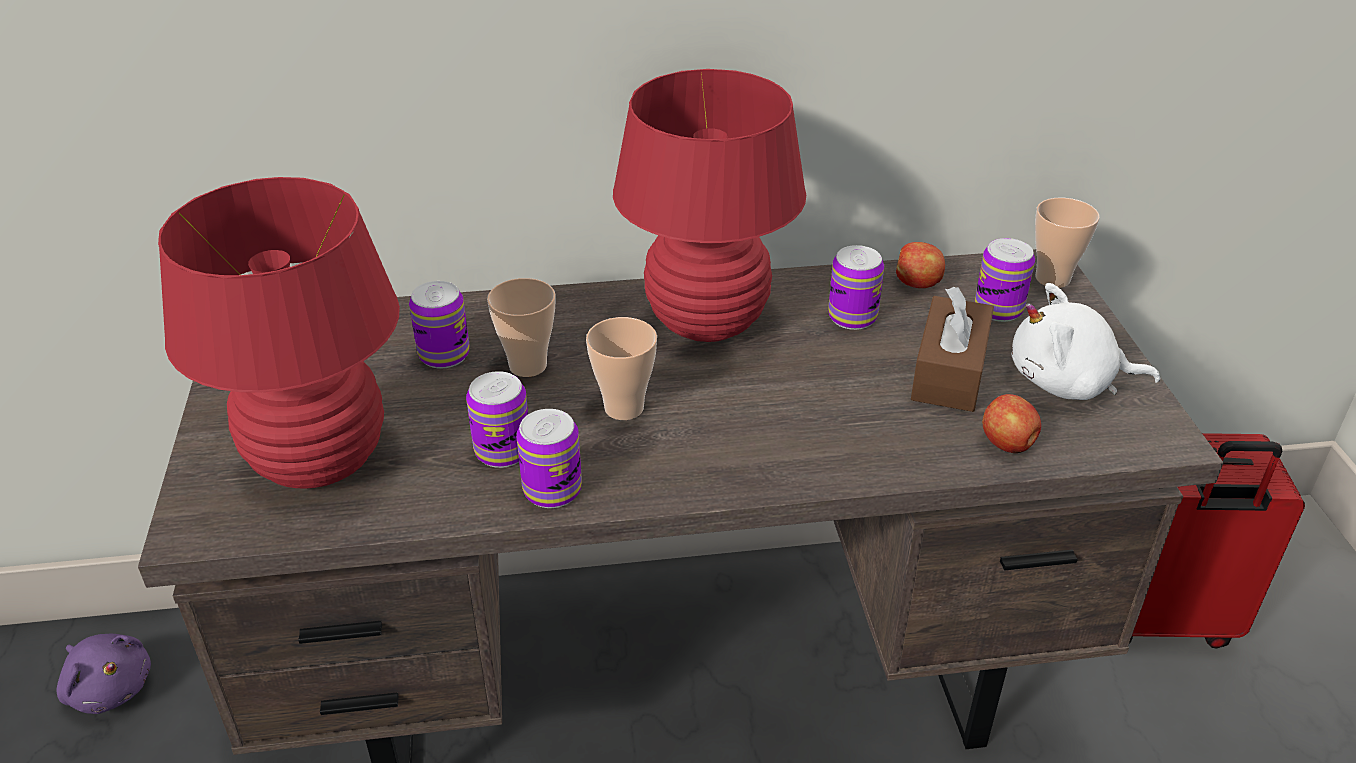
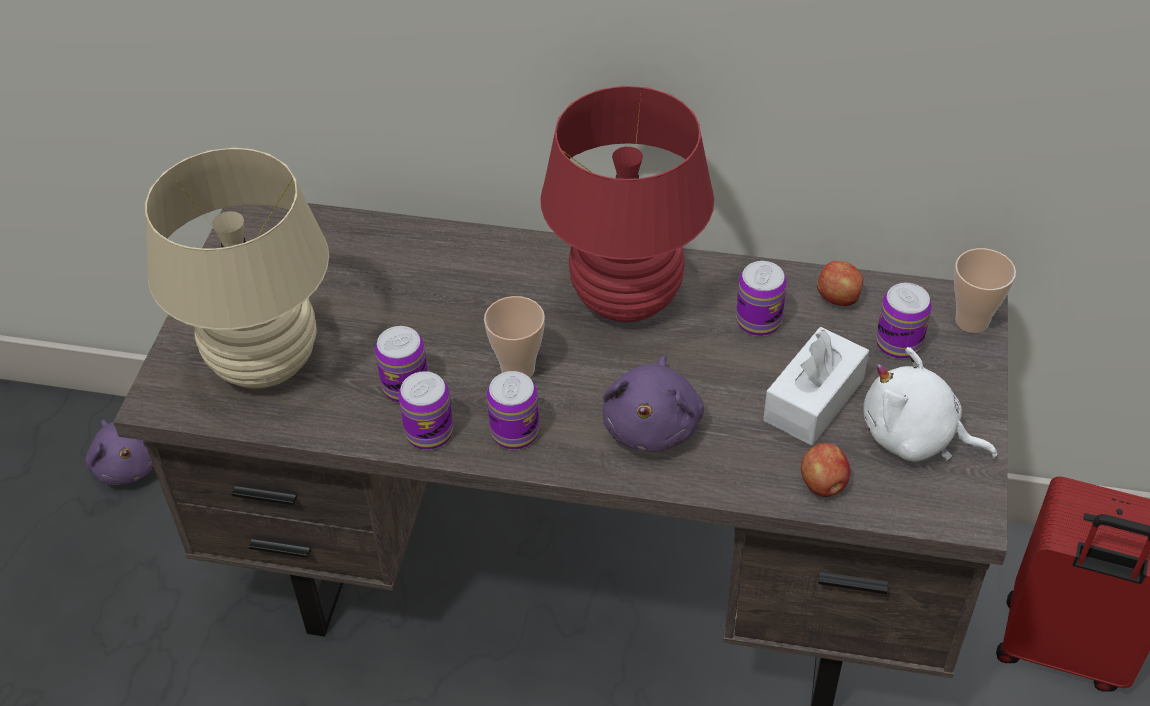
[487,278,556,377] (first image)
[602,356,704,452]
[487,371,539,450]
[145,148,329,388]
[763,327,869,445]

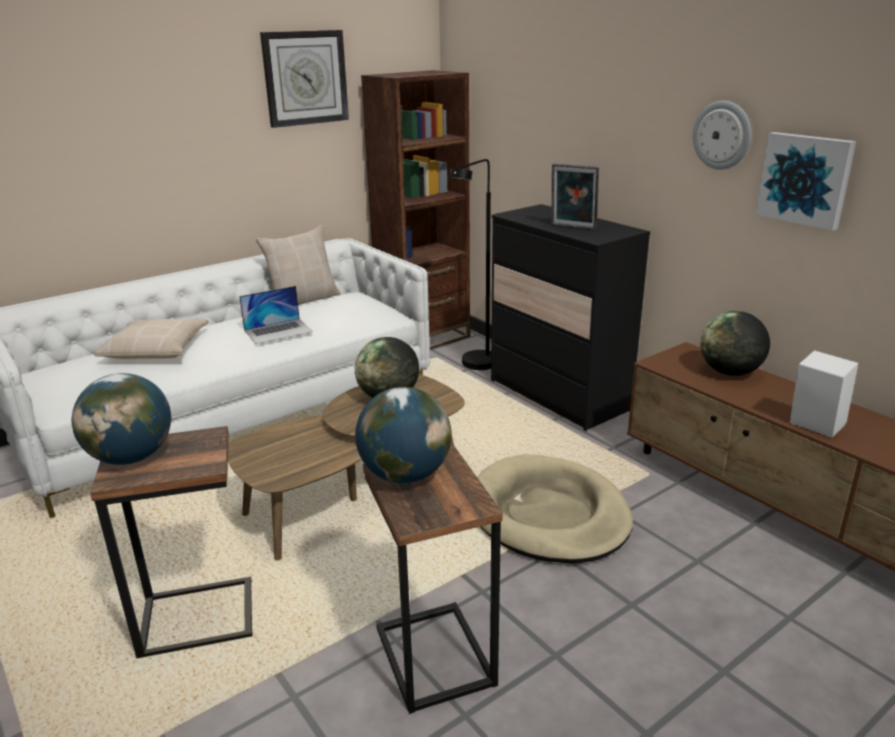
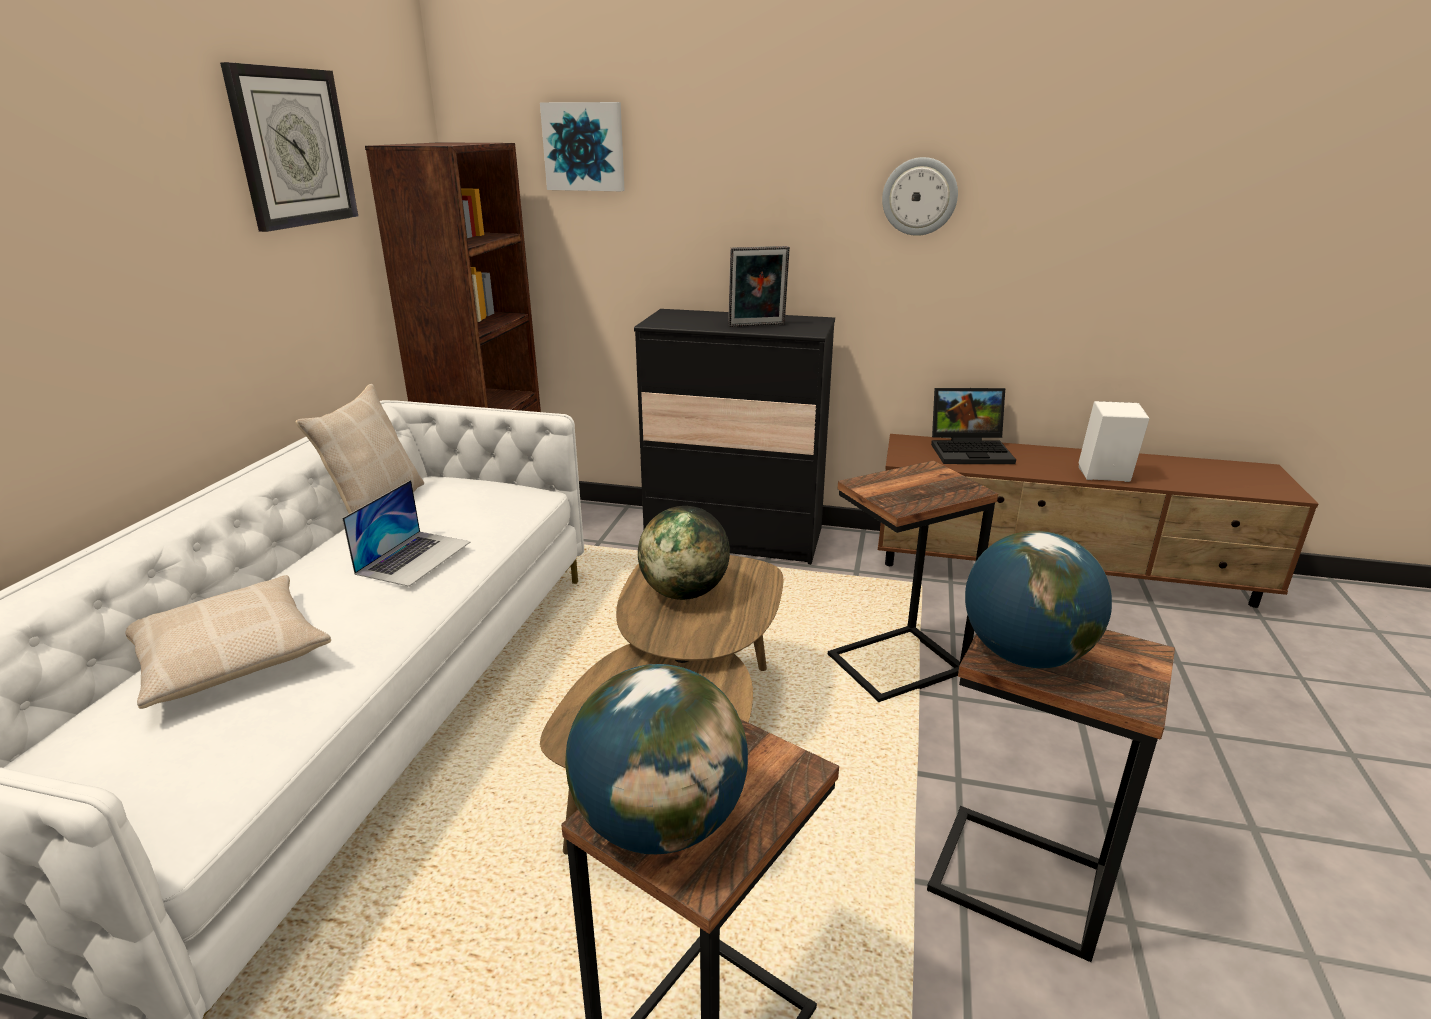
[449,159,491,370] (first image)
[540,102,625,191]
[828,461,998,702]
[931,388,1016,464]

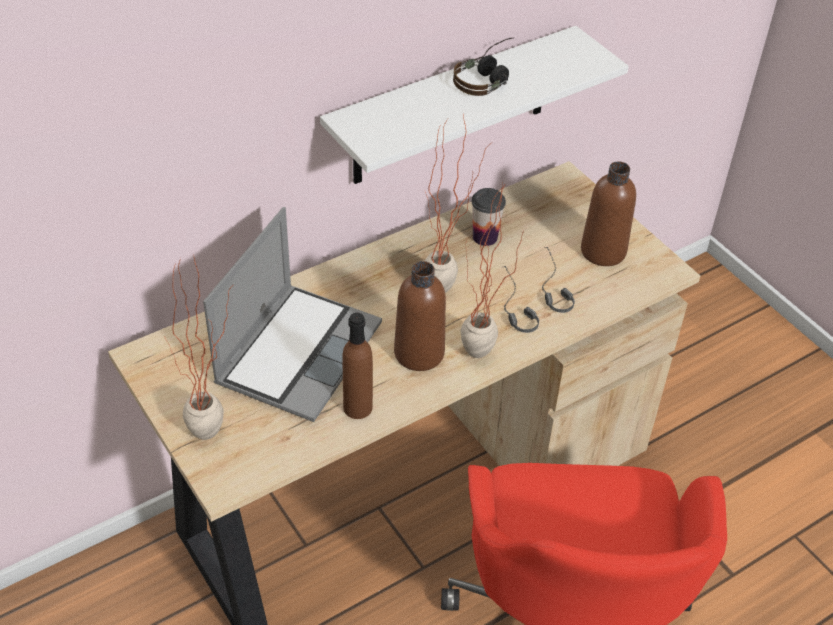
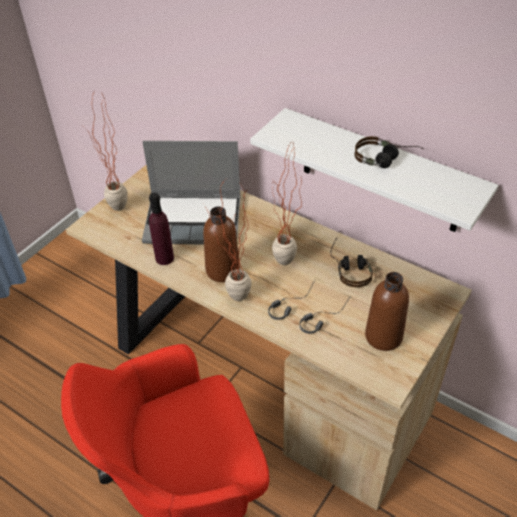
[330,238,373,287]
[149,193,174,265]

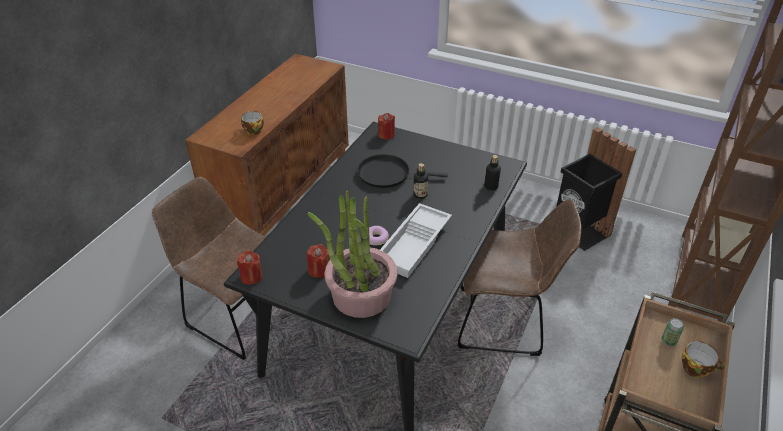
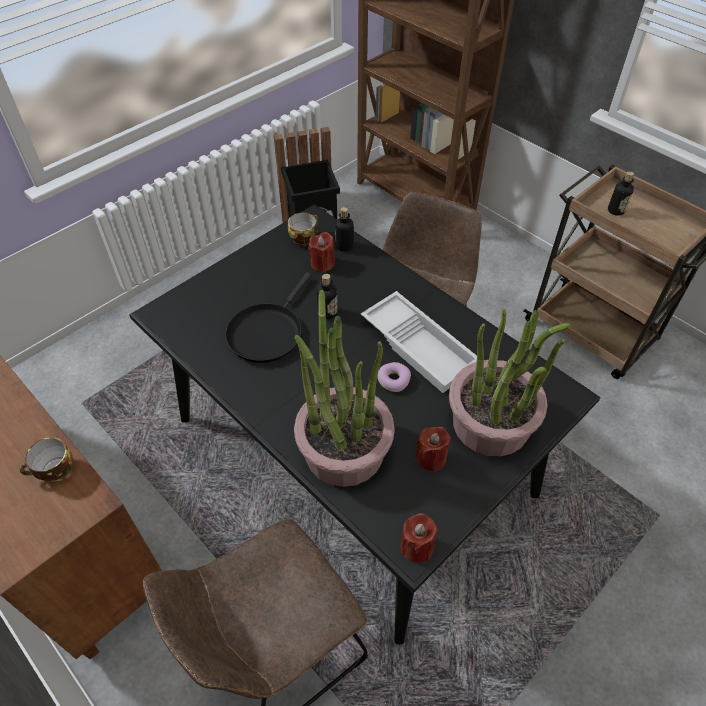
[294,289,395,487]
[308,232,335,272]
[288,212,318,246]
[608,171,634,216]

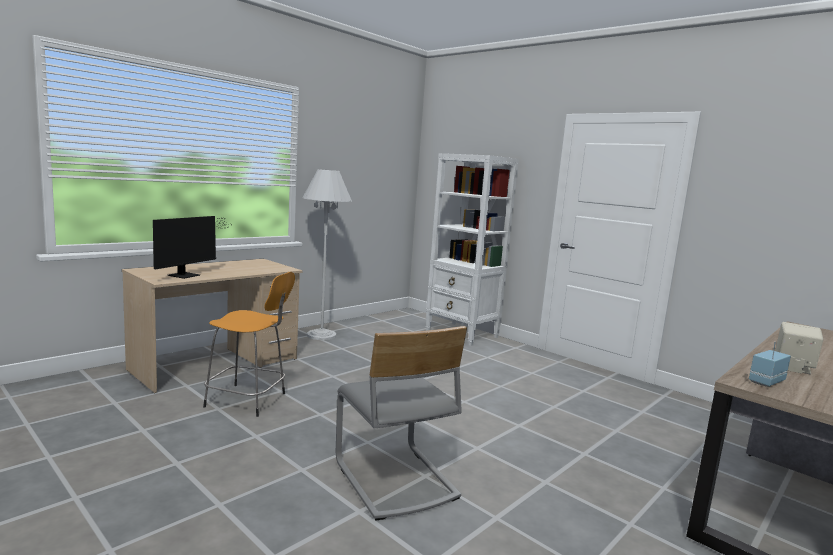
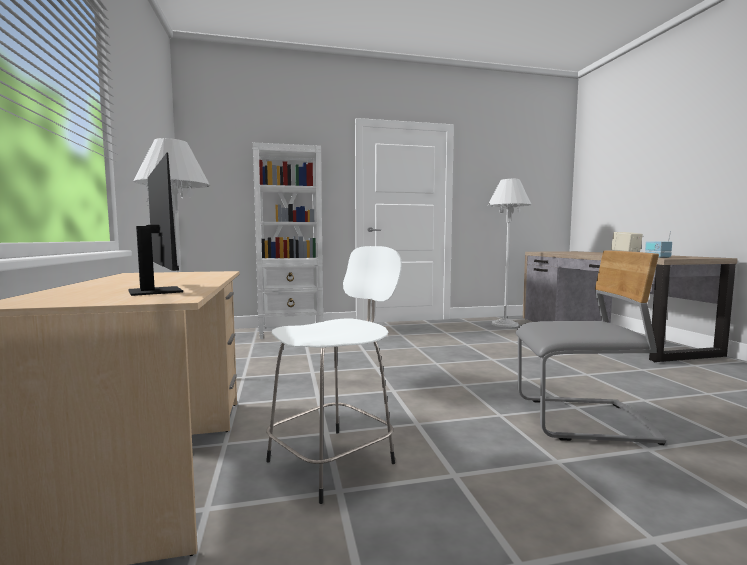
[487,179,532,327]
[266,246,402,504]

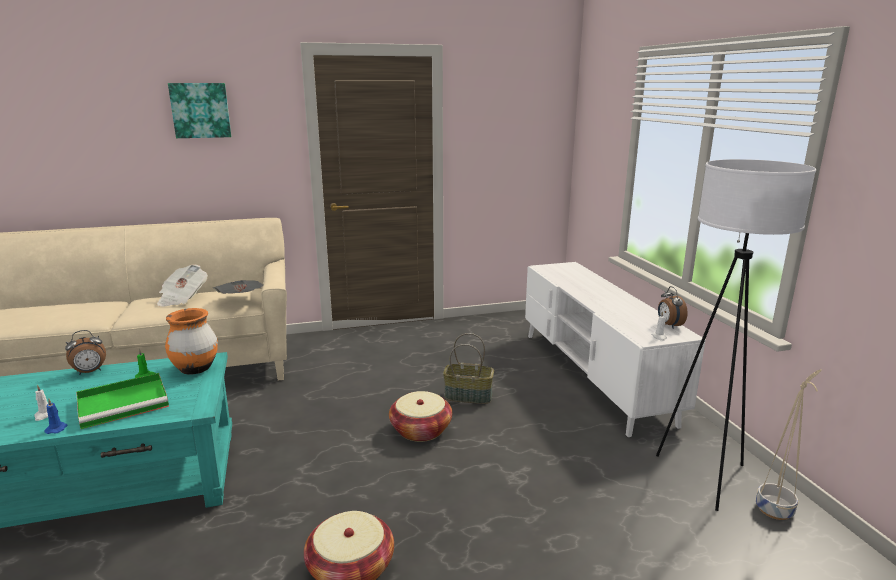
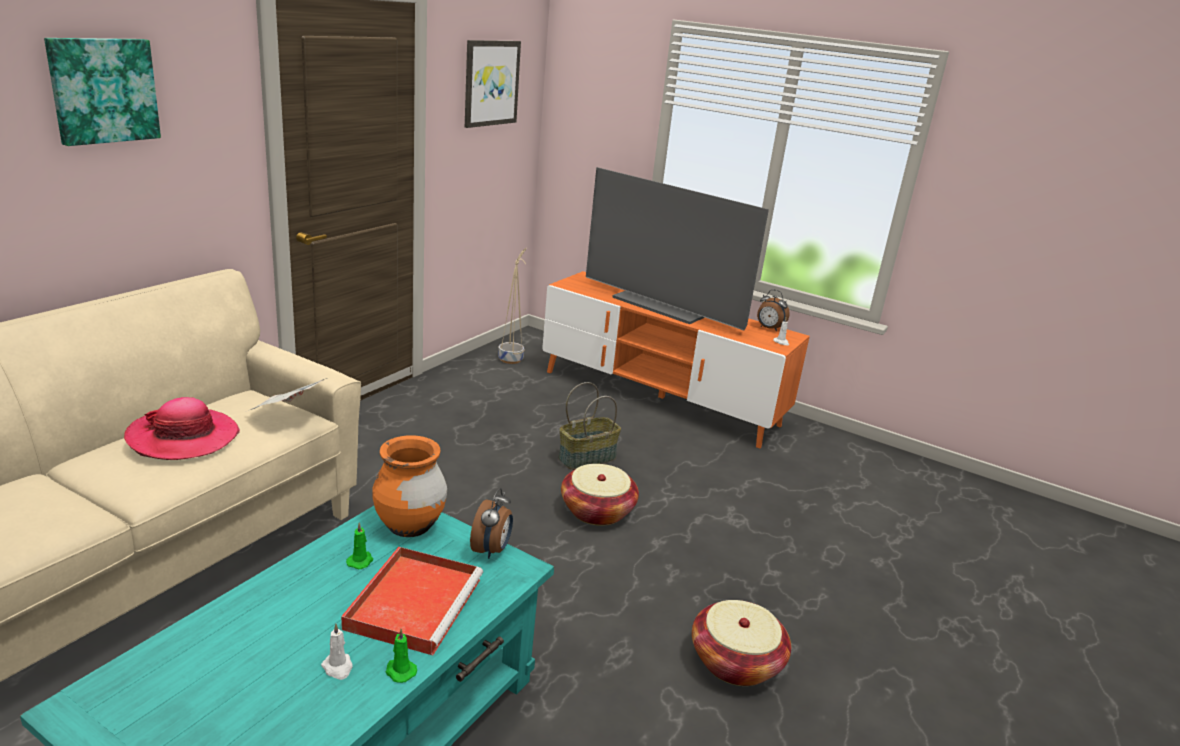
[656,159,816,511] (first image)
[465,40,521,128]
[586,167,769,331]
[470,488,513,559]
[498,248,527,364]
[124,397,240,460]
[385,629,417,683]
[341,547,483,655]
[542,271,810,449]

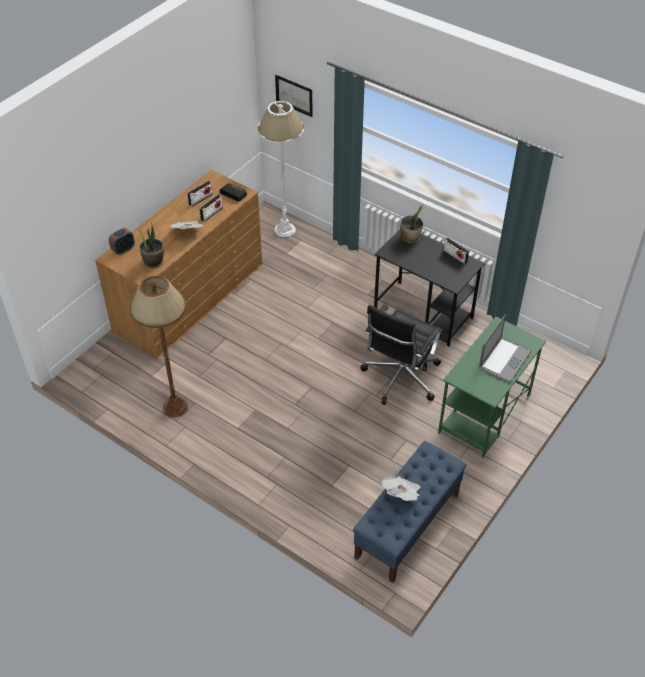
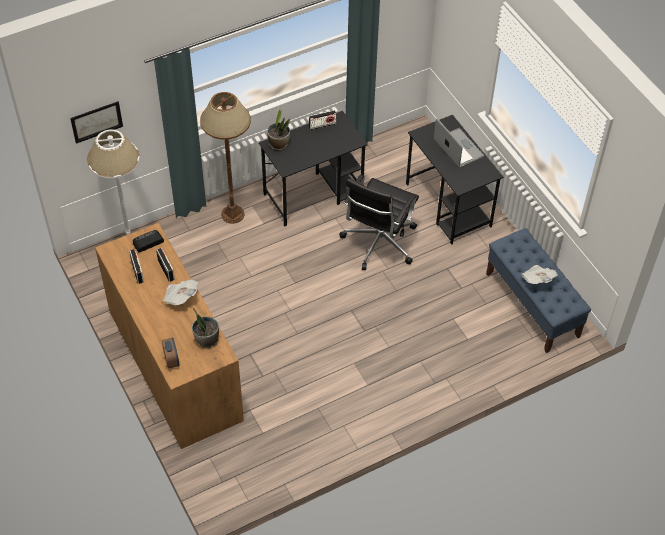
[200,92,251,224]
[406,115,503,244]
[339,175,419,270]

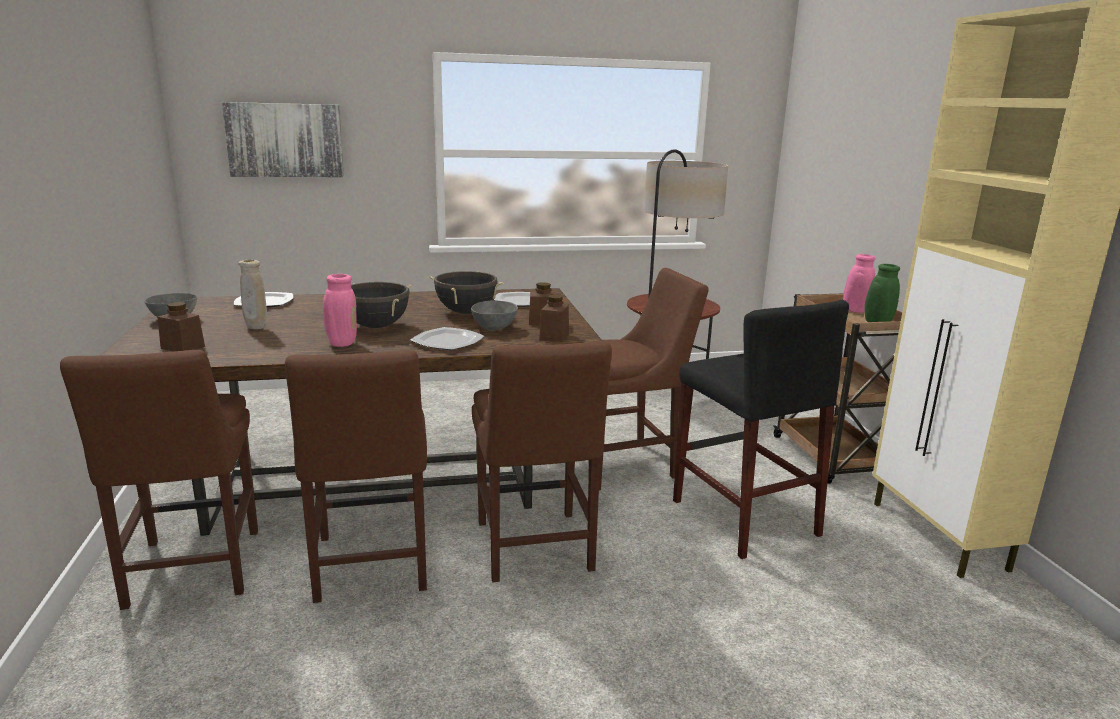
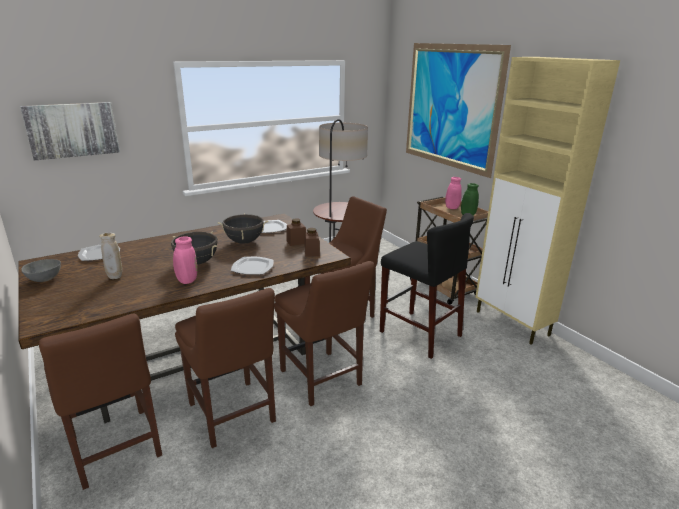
[157,302,205,351] (first image)
[471,300,518,330] (first image)
[406,43,511,178]

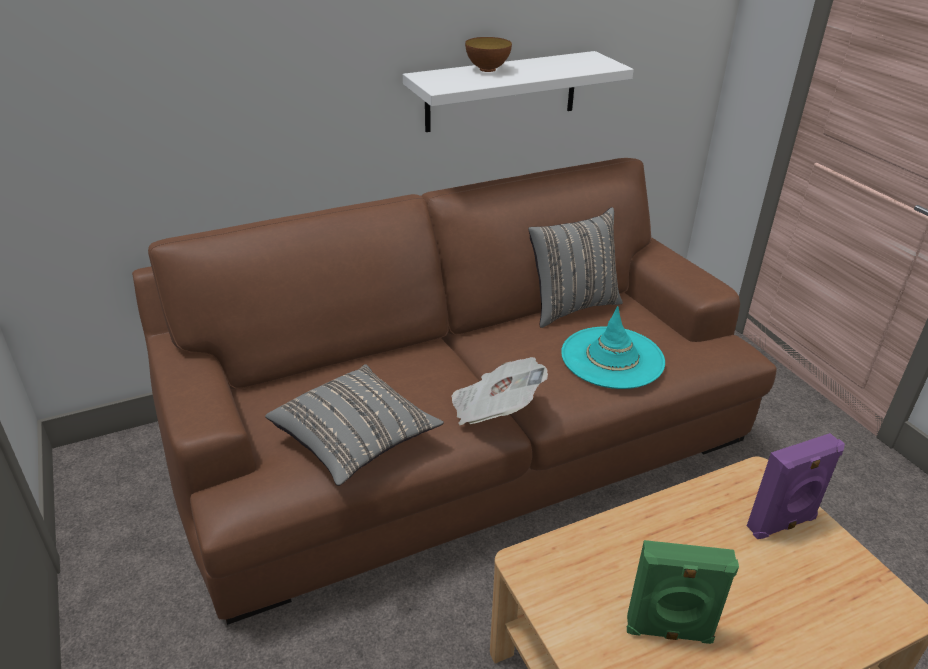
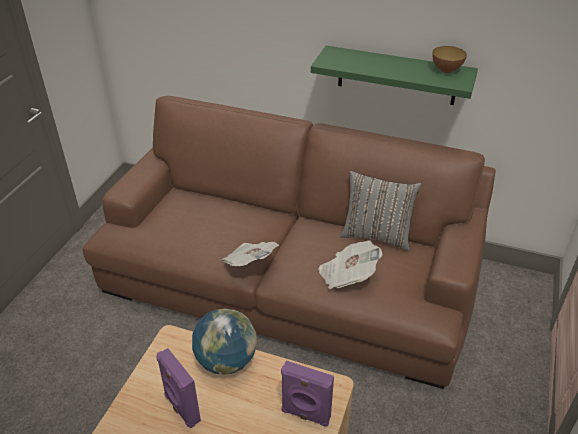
[265,364,444,486] (first image)
[192,308,257,375]
[432,46,467,73]
[318,240,383,289]
[311,46,478,105]
[156,348,201,428]

